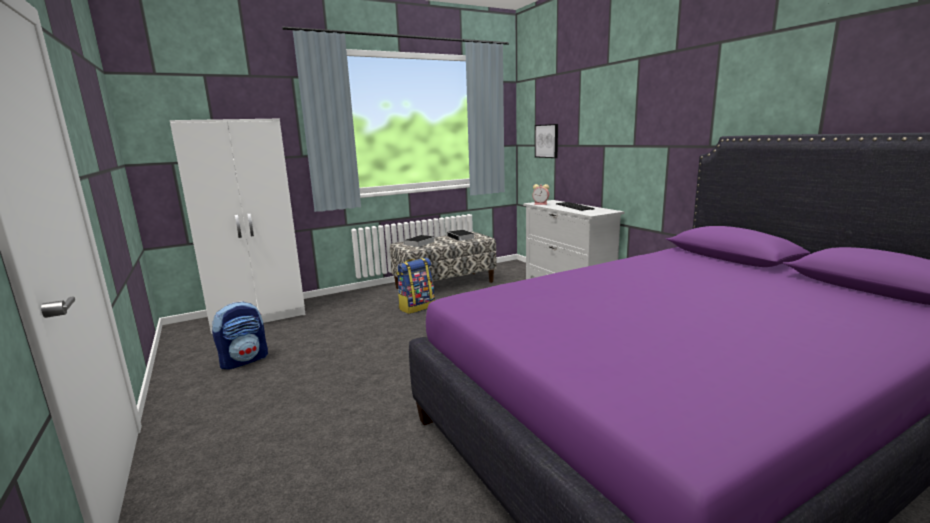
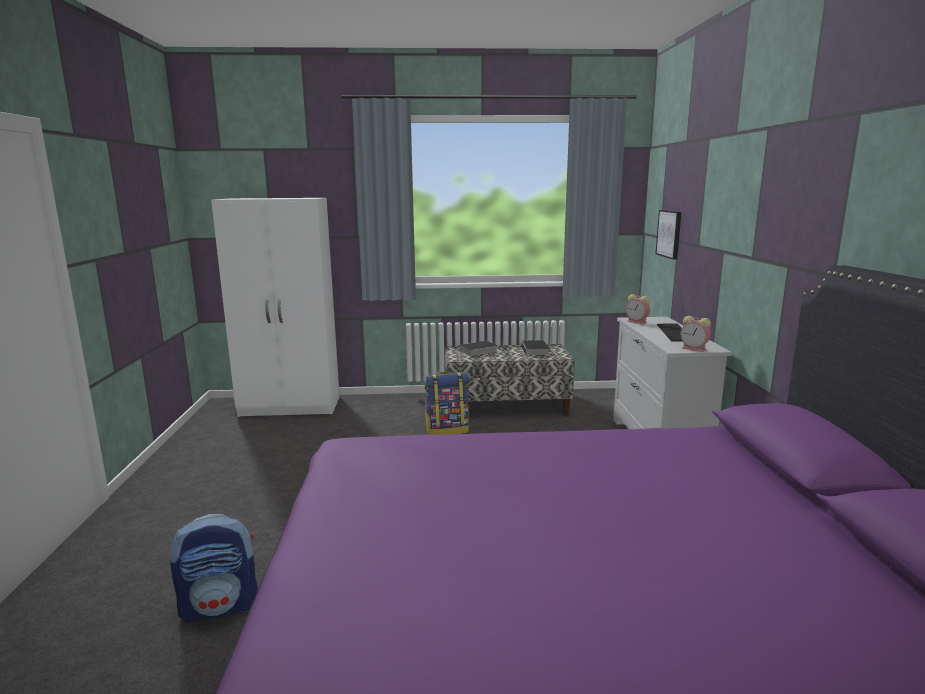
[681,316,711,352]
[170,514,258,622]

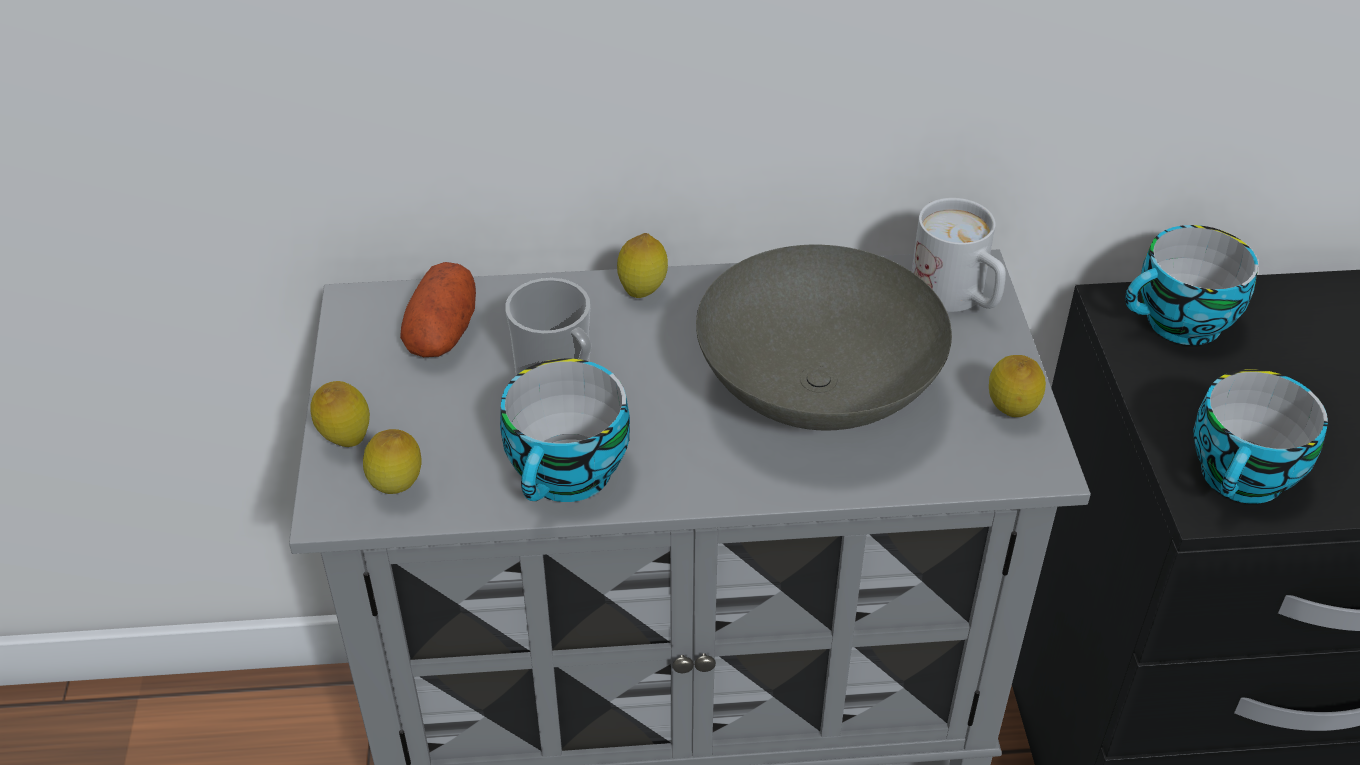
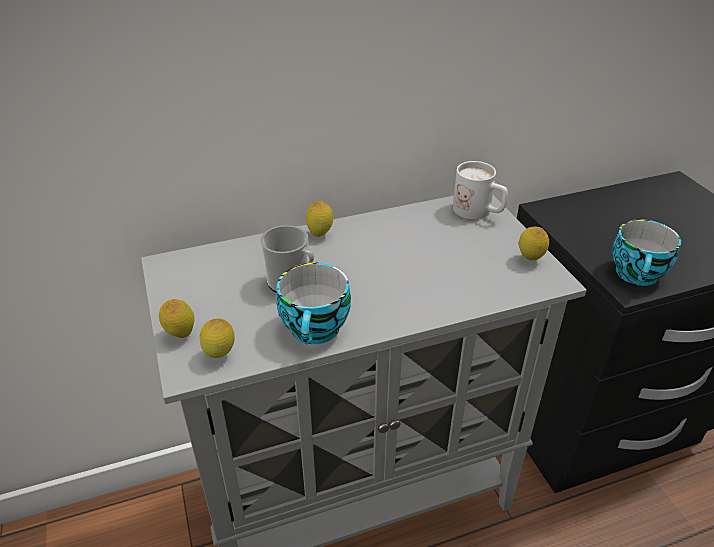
[400,262,476,357] (first image)
[696,245,952,431] (first image)
[1125,225,1258,345] (first image)

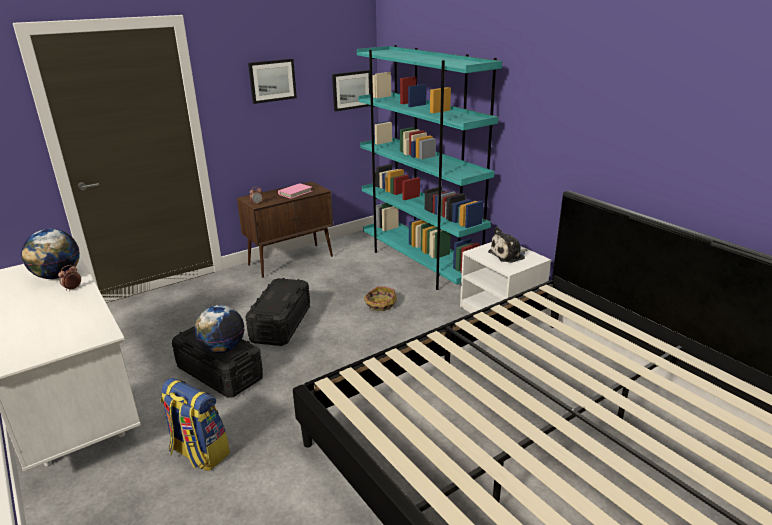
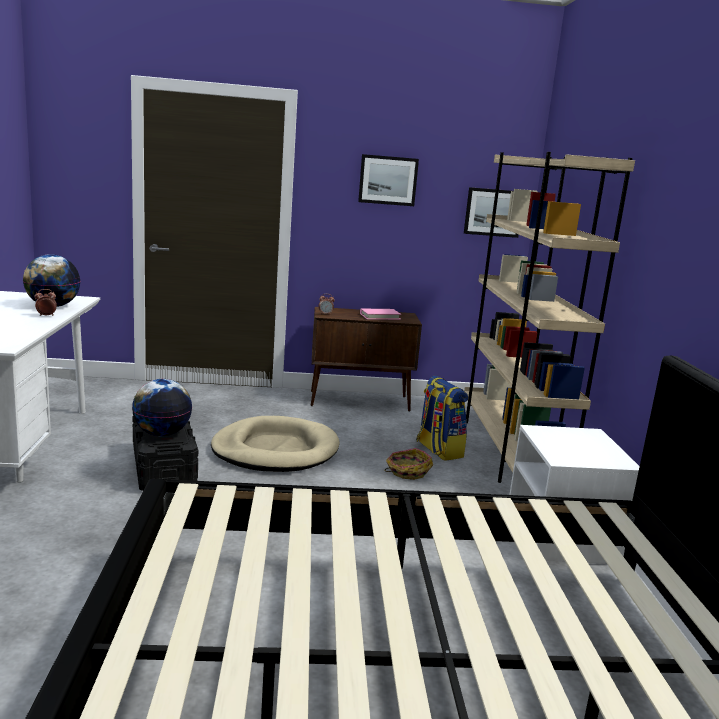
[488,227,527,263] (first image)
[416,376,468,461]
[211,416,340,472]
[464,152,635,483]

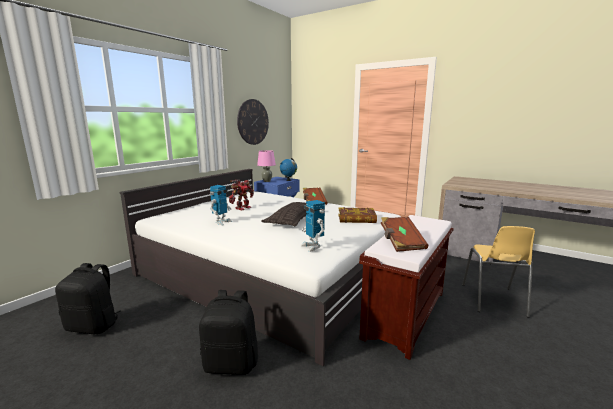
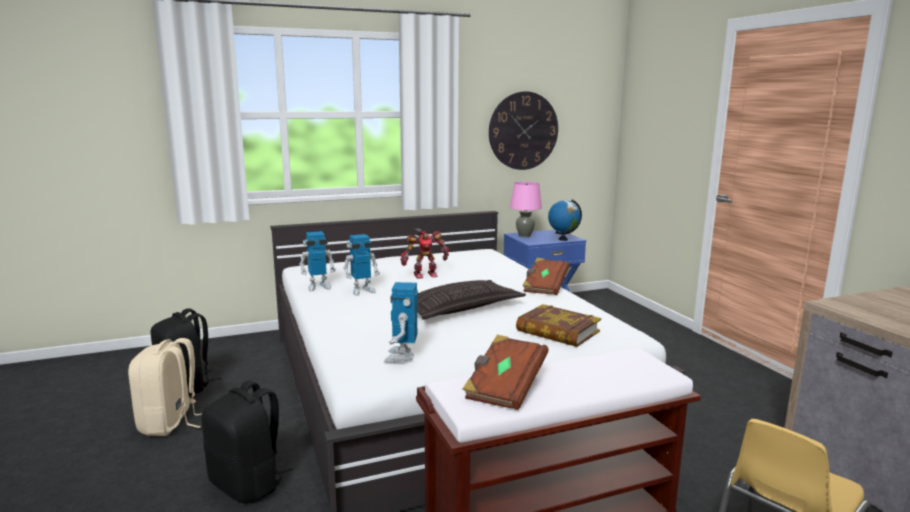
[128,338,202,436]
[299,231,336,292]

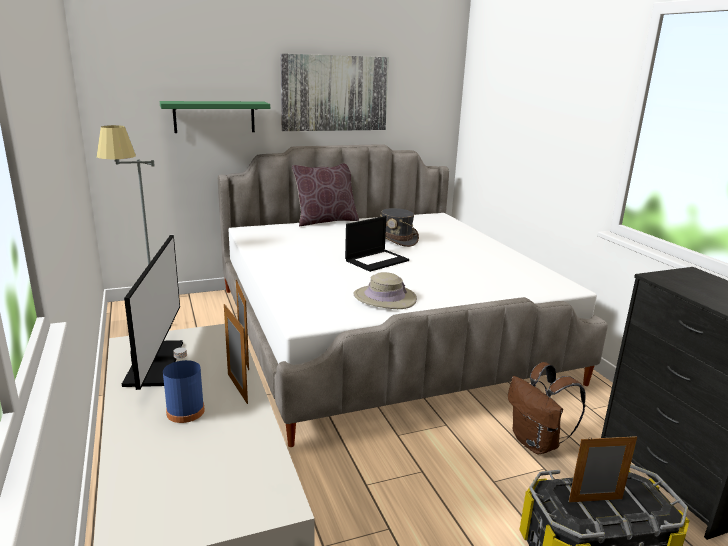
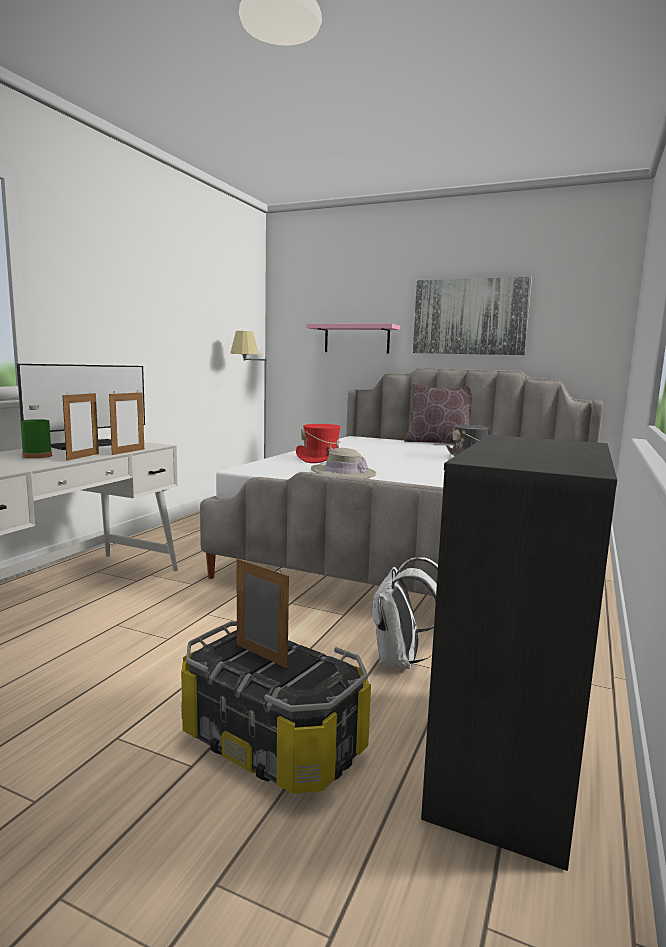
[345,216,409,272] (first image)
[296,424,340,463]
[306,324,400,353]
[20,405,52,458]
[371,557,438,669]

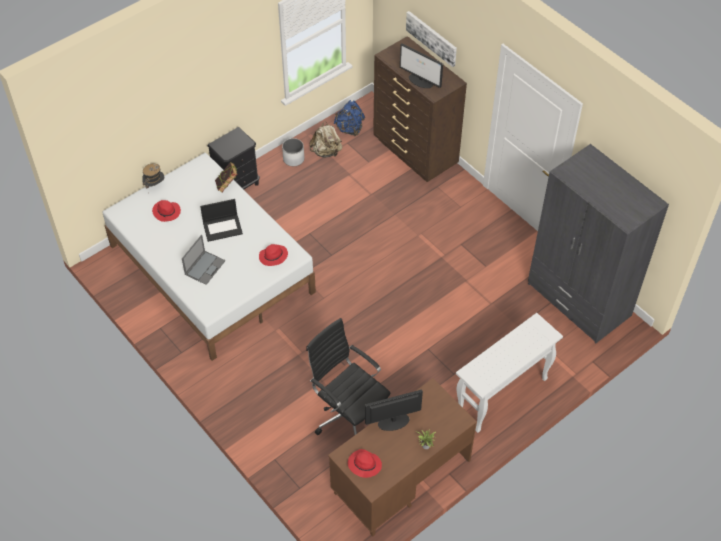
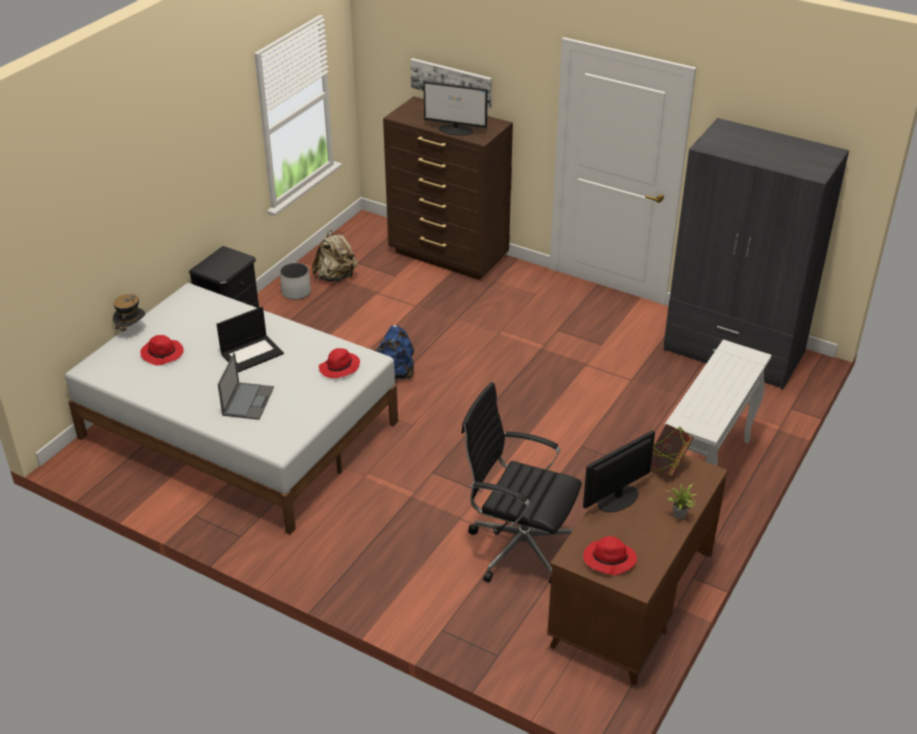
[651,424,694,477]
[374,325,414,380]

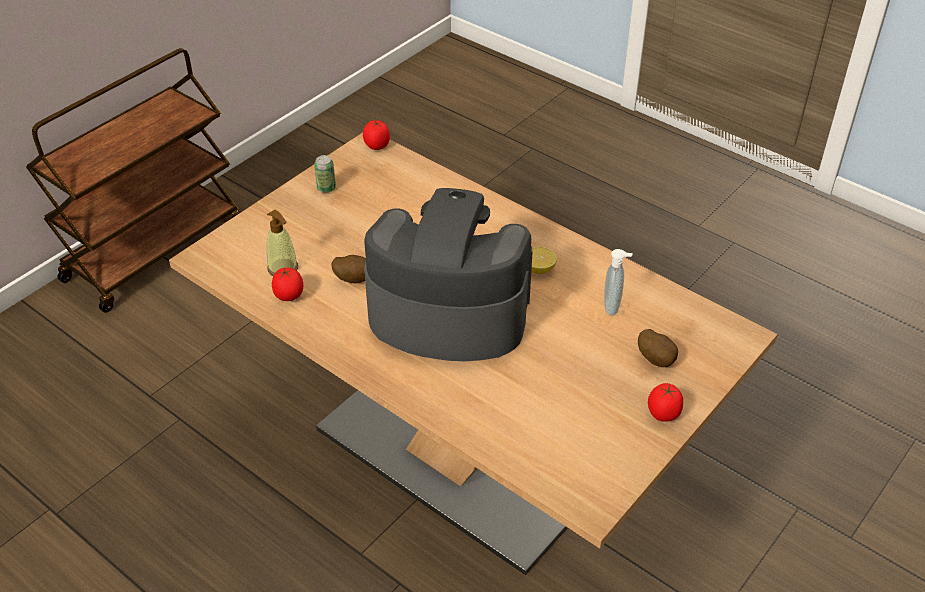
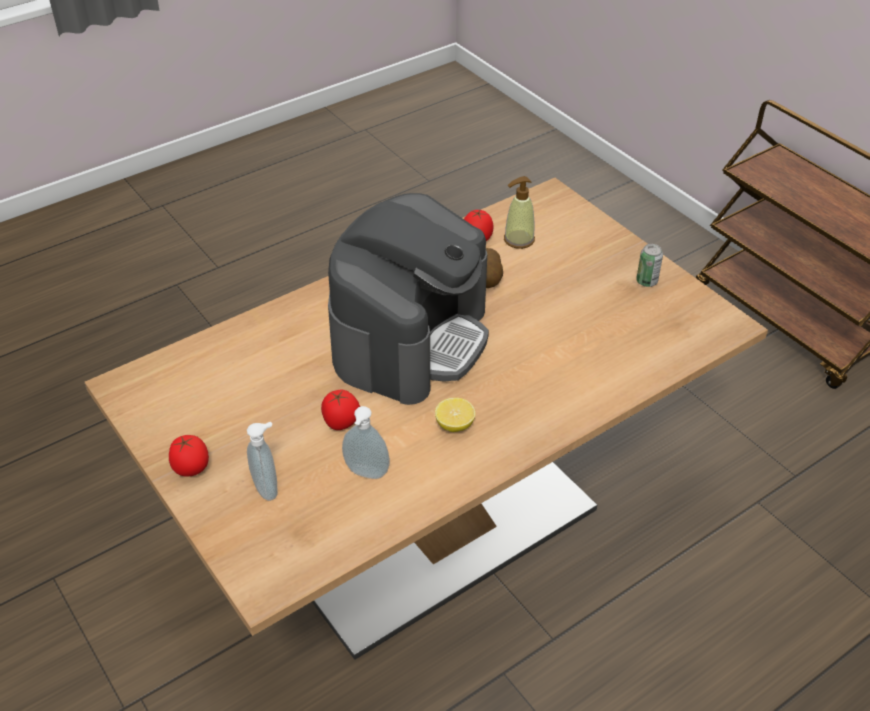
[321,390,360,430]
[247,422,278,501]

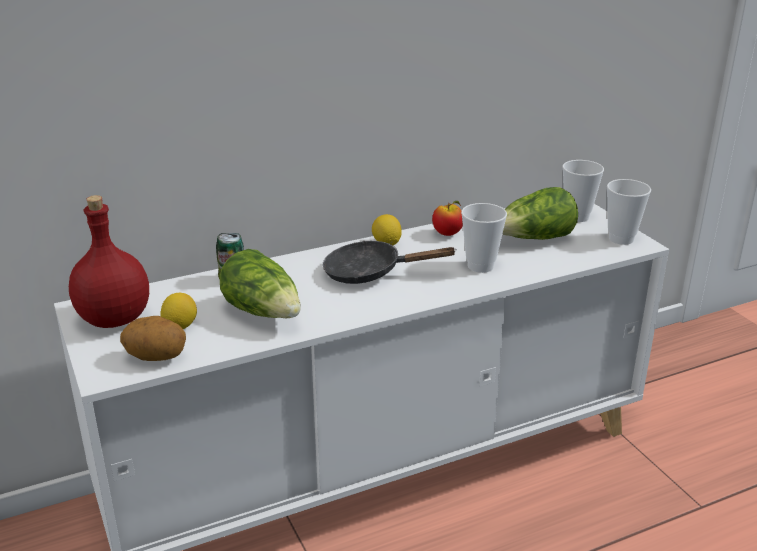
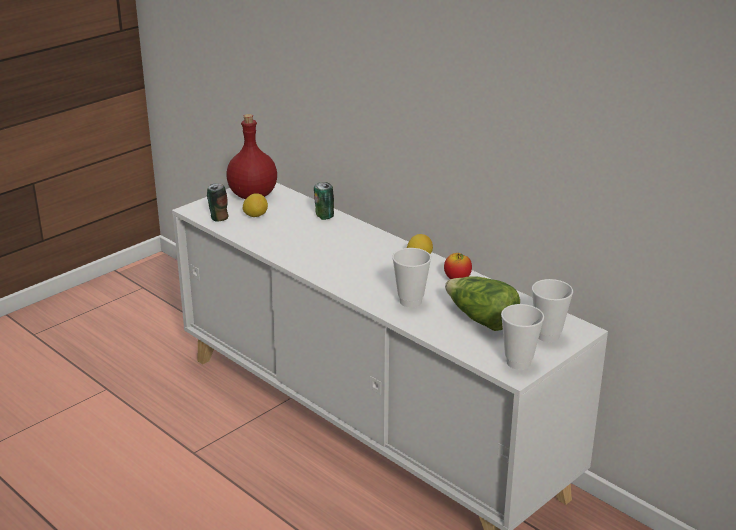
[220,249,301,318] (first image)
[323,241,457,284] (first image)
[207,183,229,222]

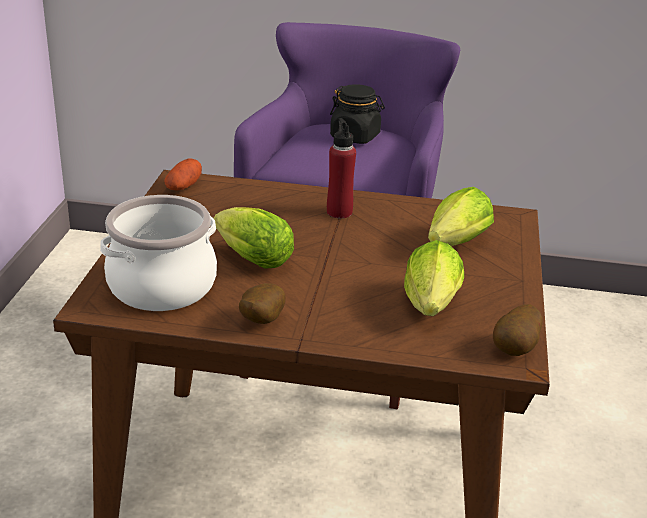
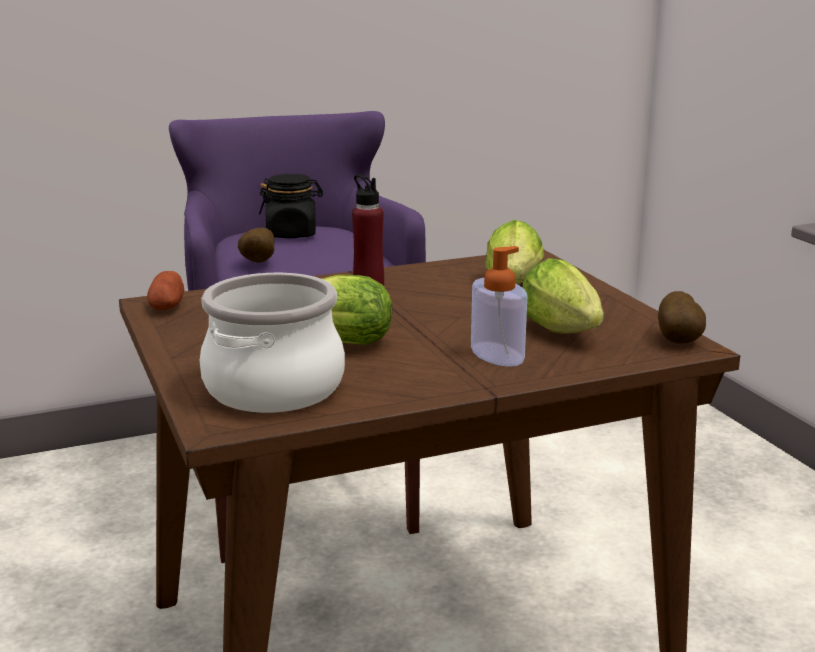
[471,246,527,367]
[238,228,274,263]

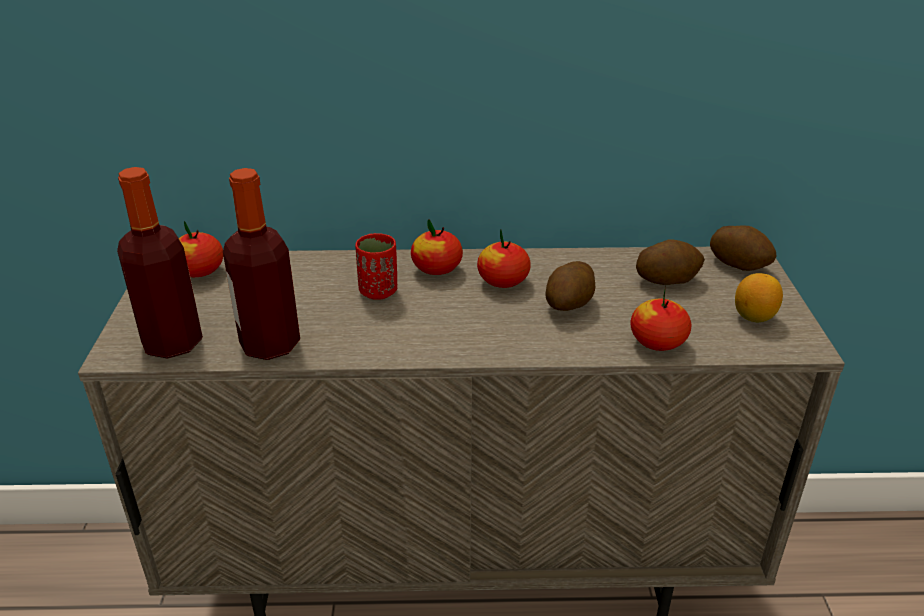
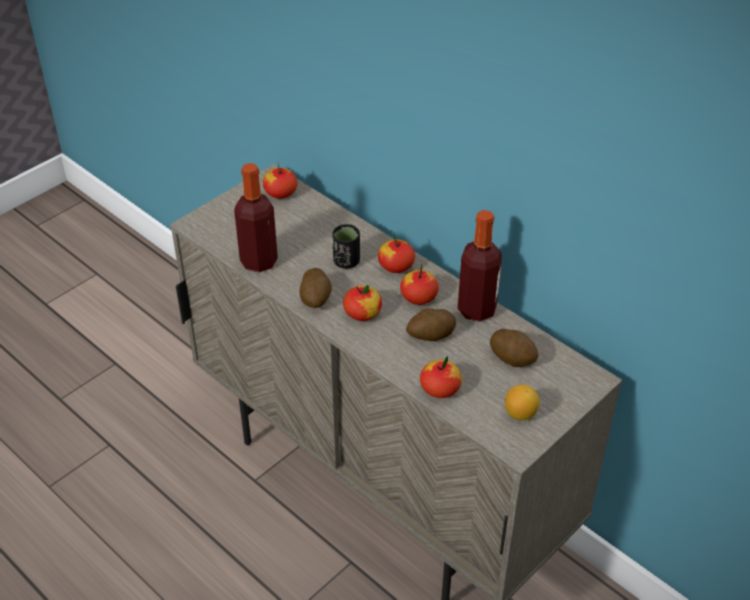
[343,285,382,321]
[458,210,502,322]
[299,268,332,308]
[333,224,360,269]

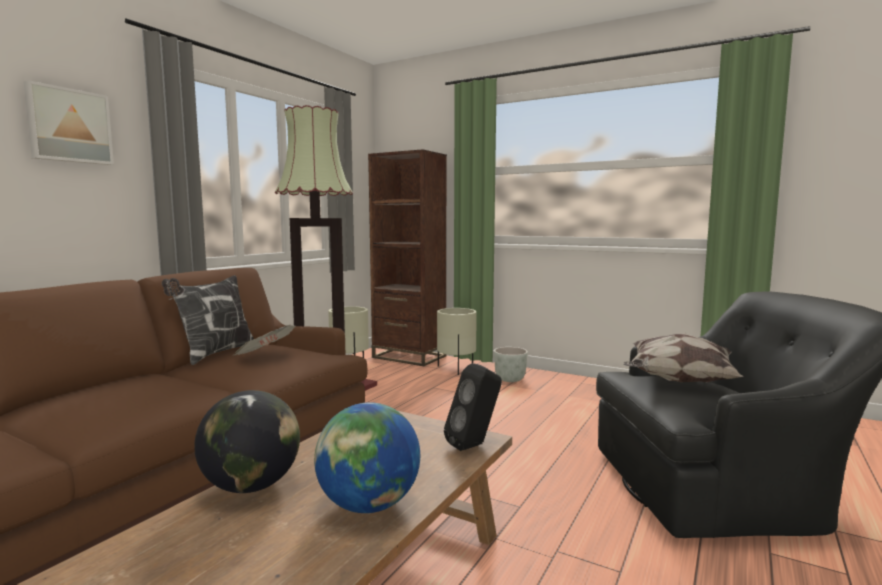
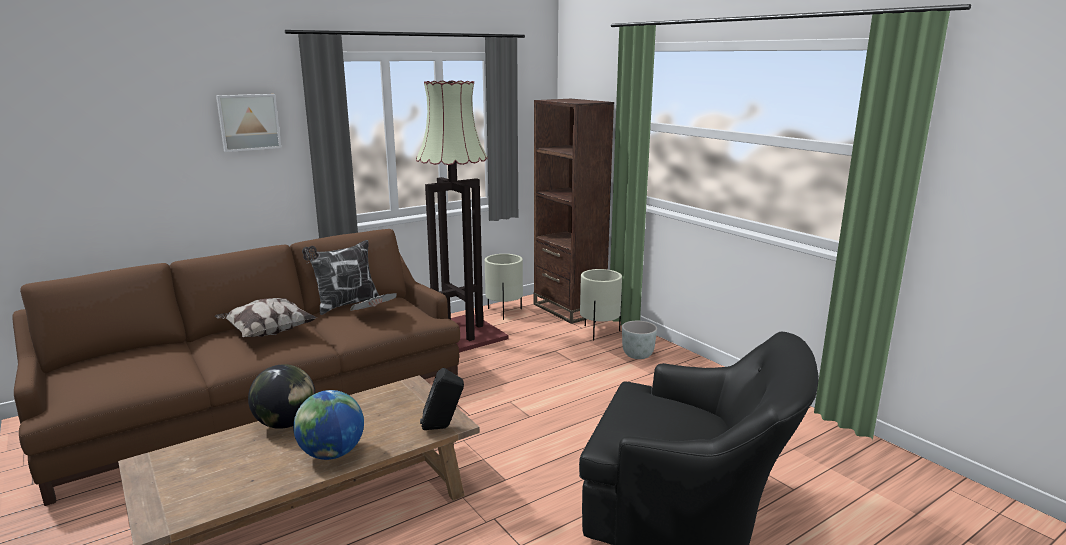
[215,298,317,337]

